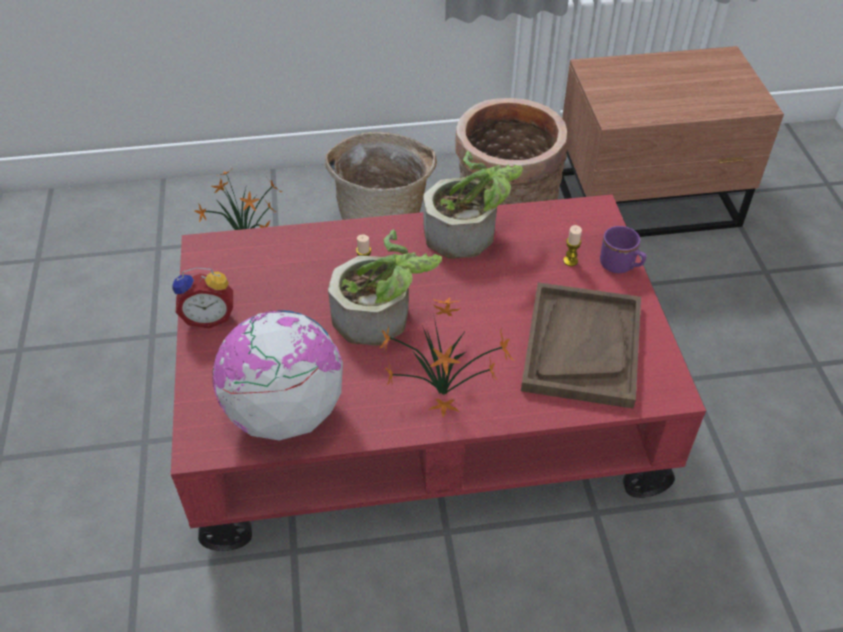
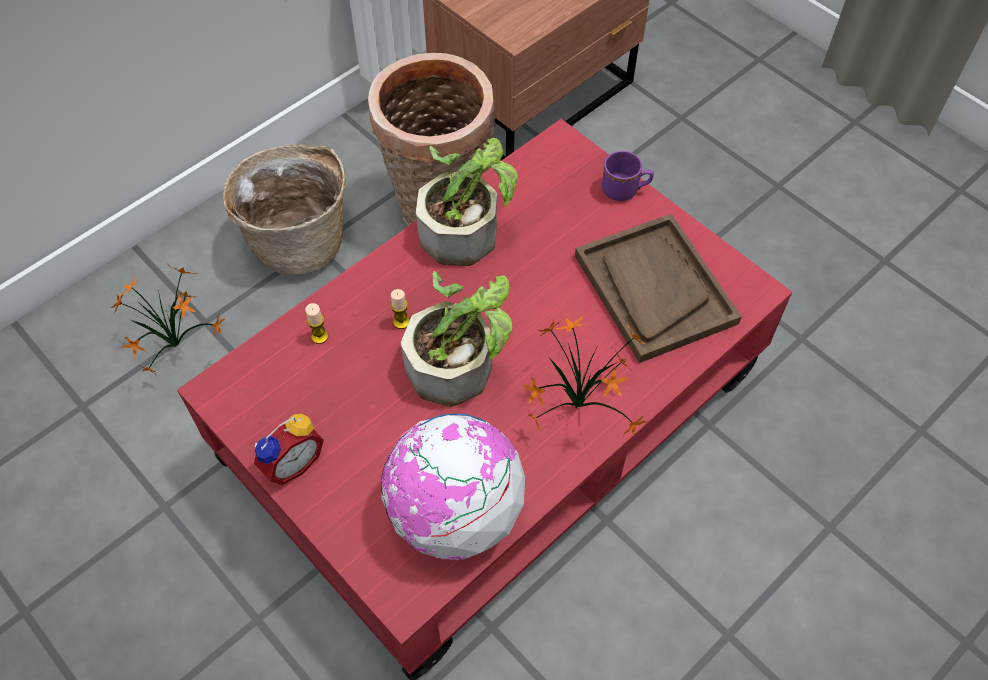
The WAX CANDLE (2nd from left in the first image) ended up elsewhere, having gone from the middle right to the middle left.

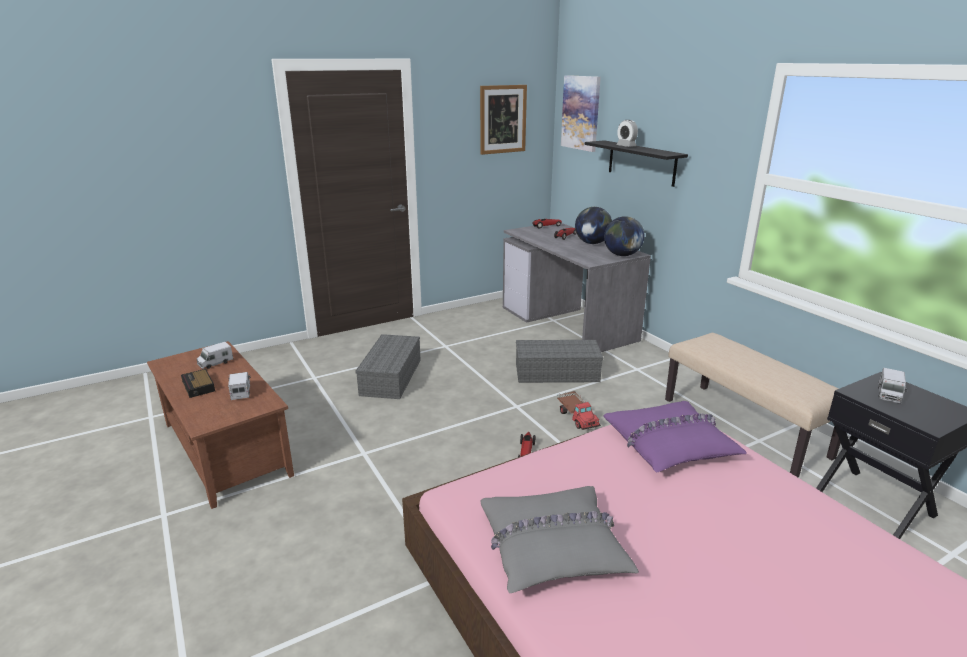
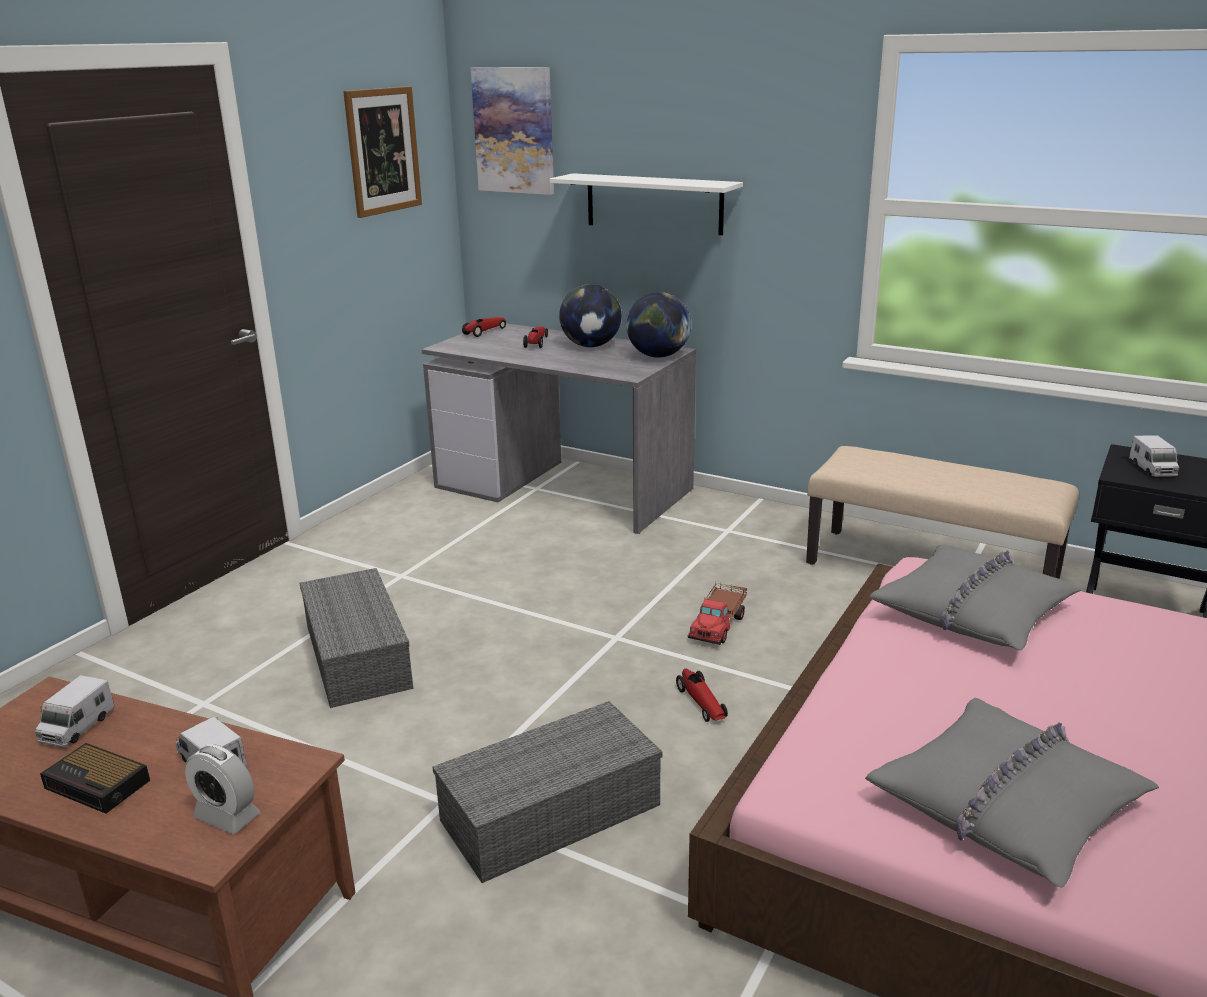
The GREY STORAGE BIN (2nd from left) ended up elsewhere, having gone from the centre to the bottom centre. The TOY LORRY (3rd from left) at the centre ended up facing another way, 75 degrees clockwise from before. What was the BLACK-COLOURED WALL SHELF at the top centre turned into the WHITE-COLOURED WALL SHELF at the top centre. What was the PURPLE CUSHION at the middle right turned into the GREY CUSHION (1st from left) at the middle right. The ALARM CLOCK (2nd from left) ended up elsewhere, having gone from the top centre to the bottom left.

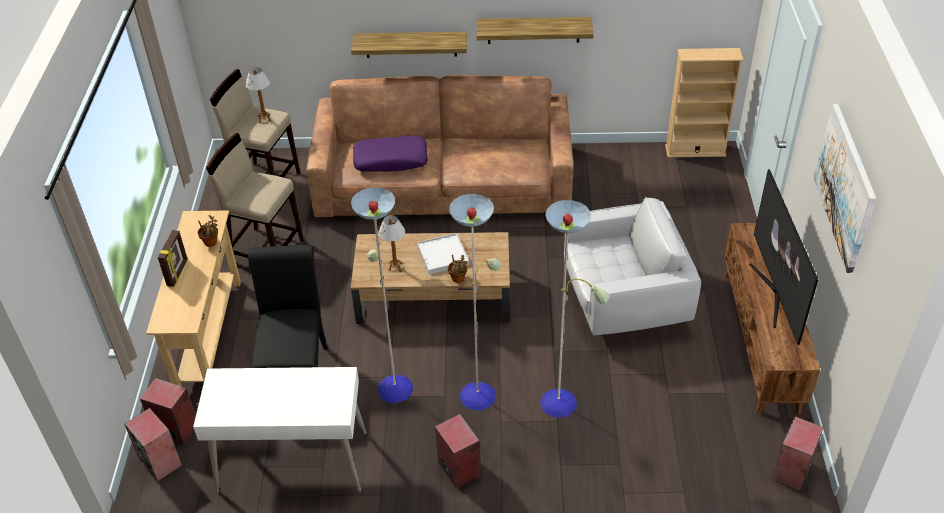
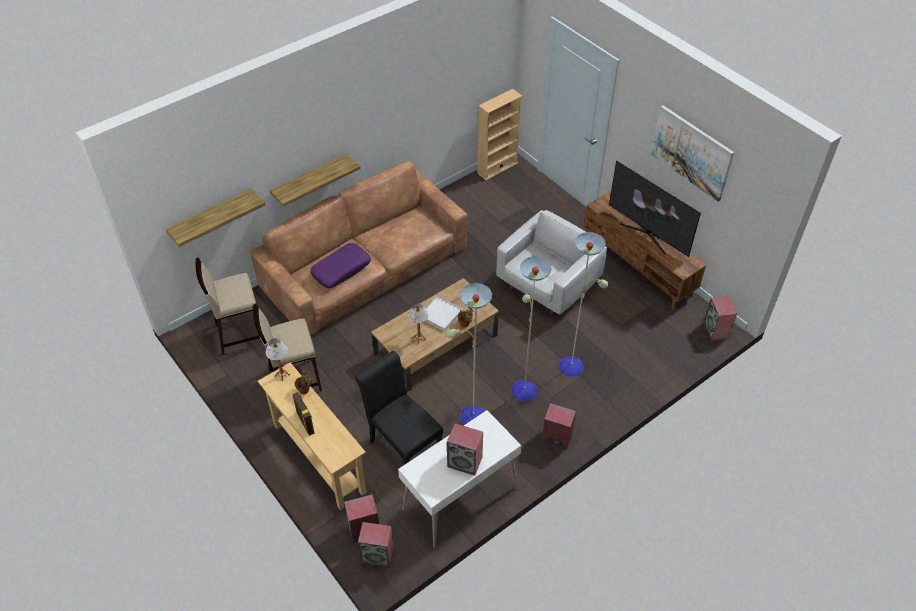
The TABLE LAMP (1st from left) ended up elsewhere, having gone from the top left to the middle left. The WALL SHELF (2nd from left in the first image) ended up elsewhere, having gone from the top centre to the middle left. The second view gained the AUDIO SPEAKER (3rd from left) at the bottom centre.

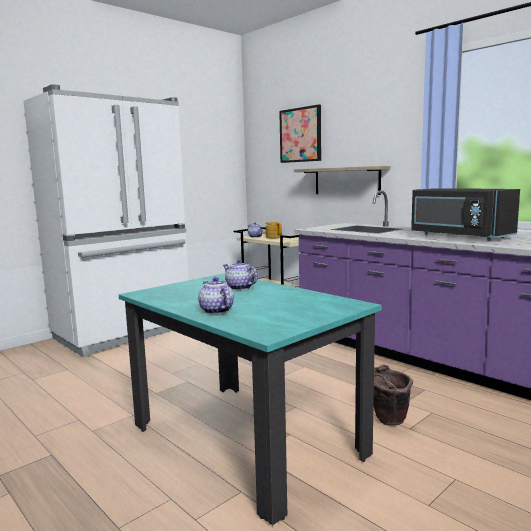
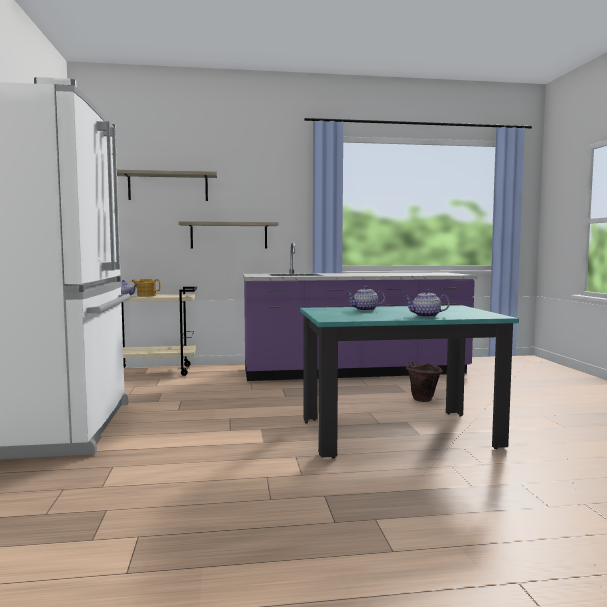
Where the WALL ART hung at the top centre, the WALL SHELF (1st from left) came to hang at the top left. The second view lost the BLACK-COLOURED MICROWAVE at the middle right.

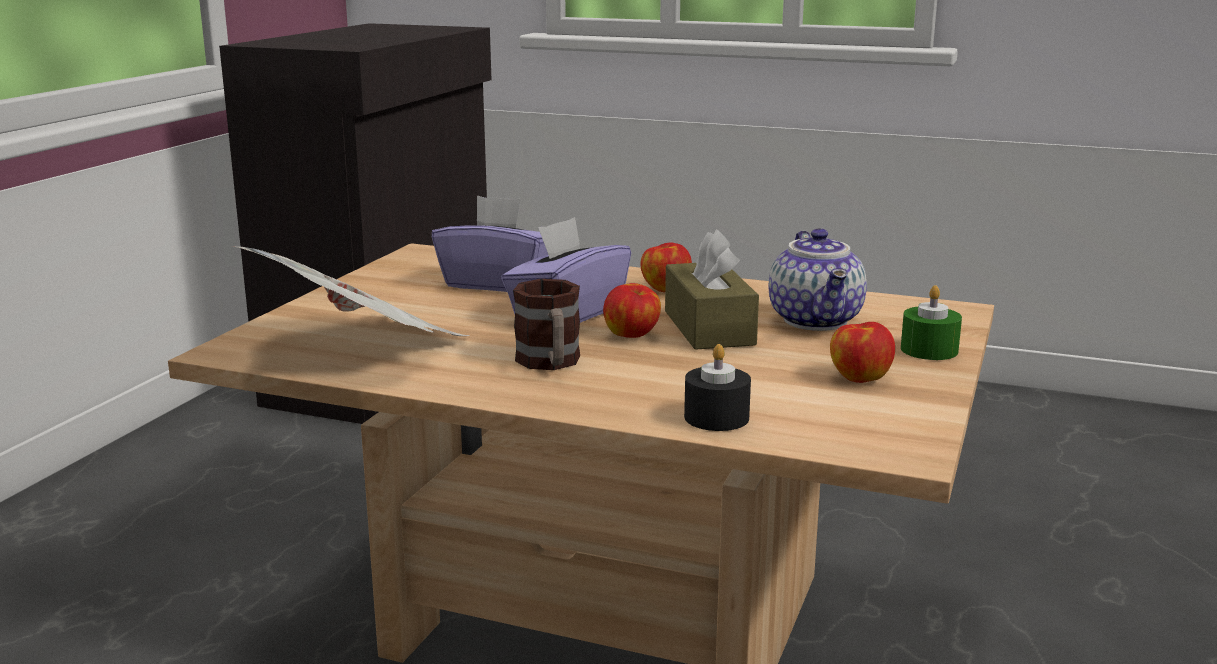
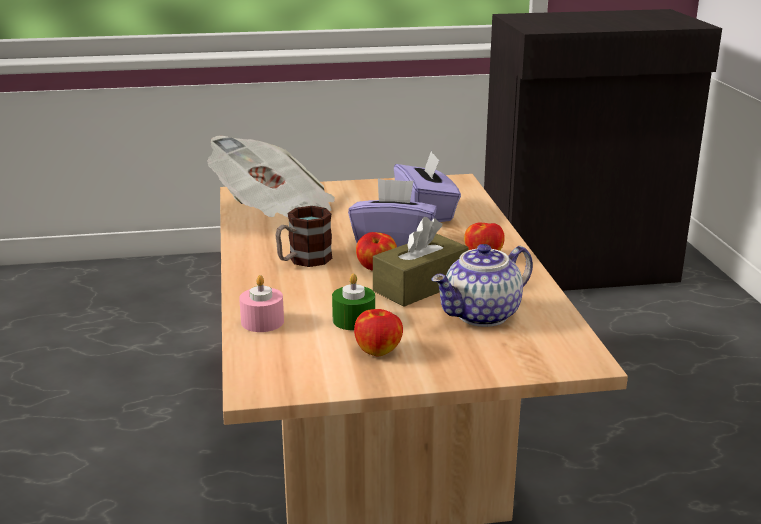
What was the BLACK-COLOURED WAX CANDLE at the centre turned into the PINK WAX CANDLE at the centre. The GREEN-COLOURED WAX CANDLE ended up elsewhere, having gone from the middle right to the centre.

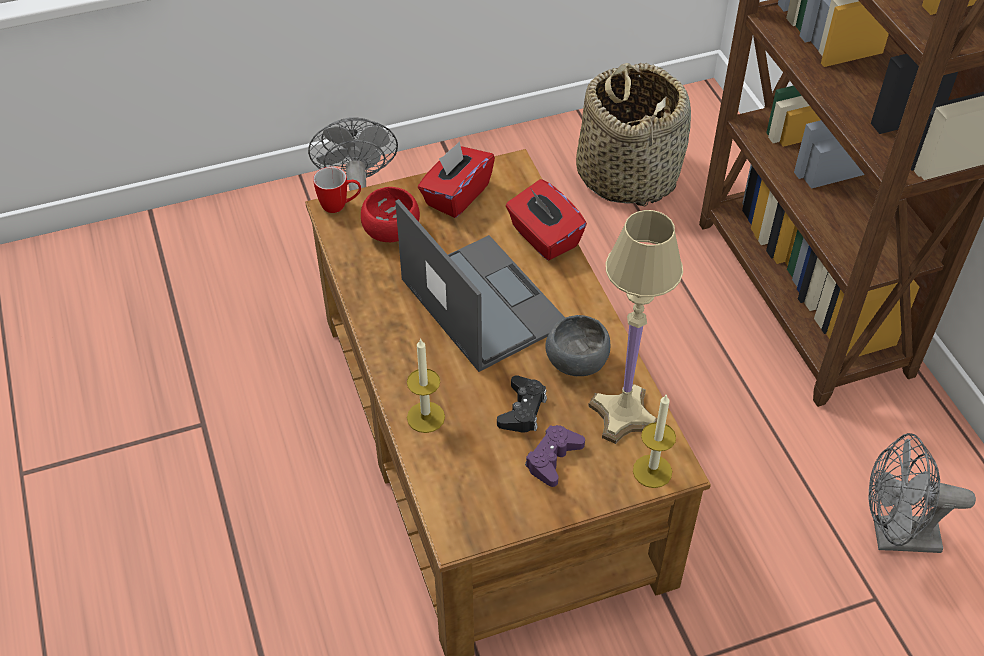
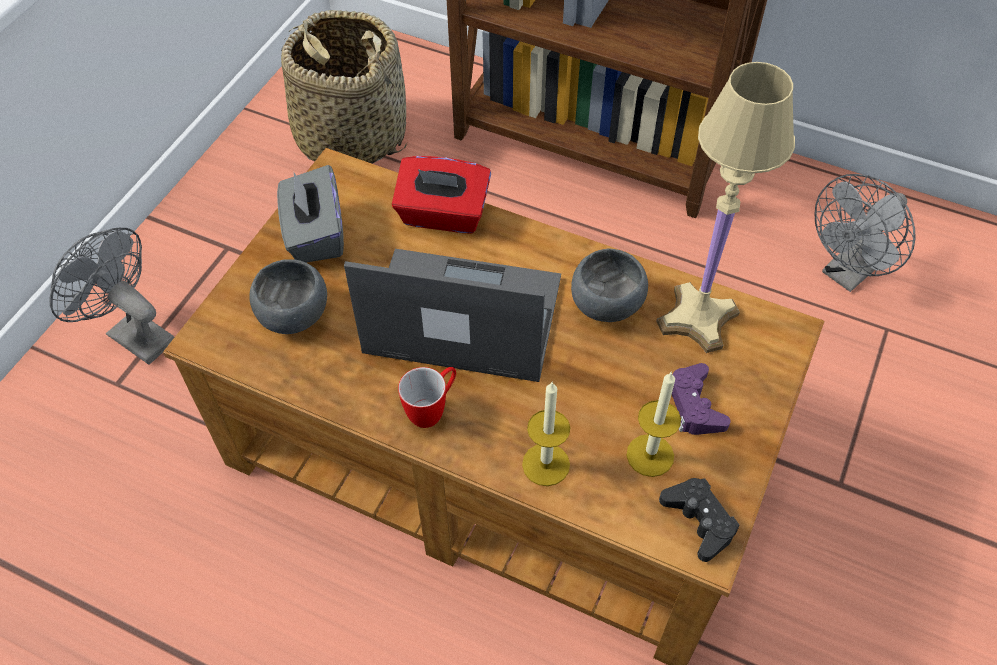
The COFFEE MUG ended up elsewhere, having gone from the top centre to the centre. What was the RED-COLOURED DEEP DISH at the top centre turned into the GREY DEEP DISH (1st from left) at the middle left. What was the RED-COLOURED TISSUE BOX (1st from left) at the top centre turned into the GREY TISSUE BOX at the top left. The BLACK-COLOURED GAME CONTROLLER ended up elsewhere, having gone from the centre to the bottom right. The WAX CANDLE (2nd from left) ended up elsewhere, having gone from the bottom centre to the centre.

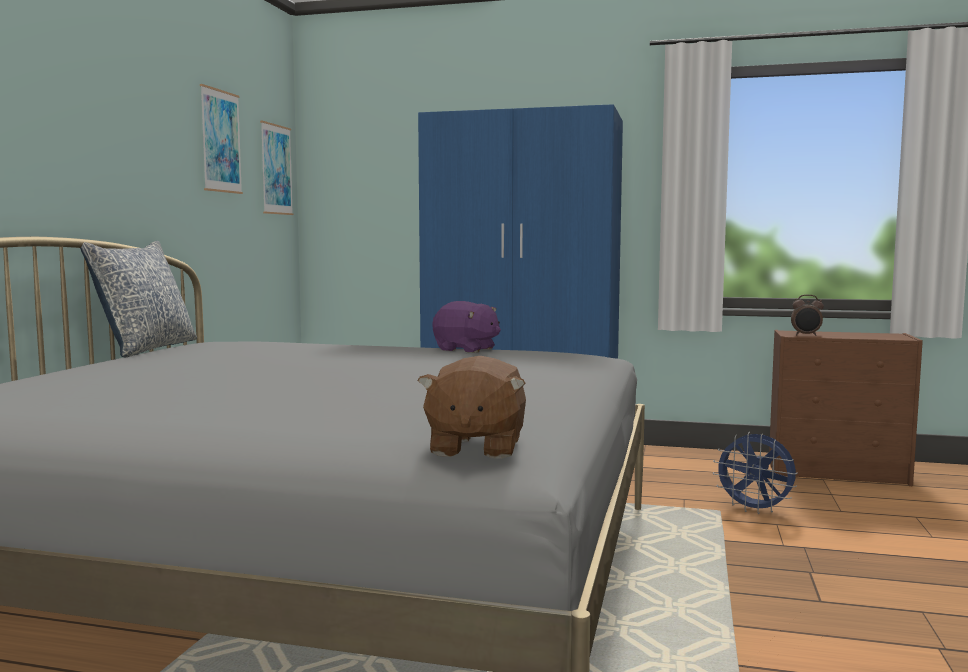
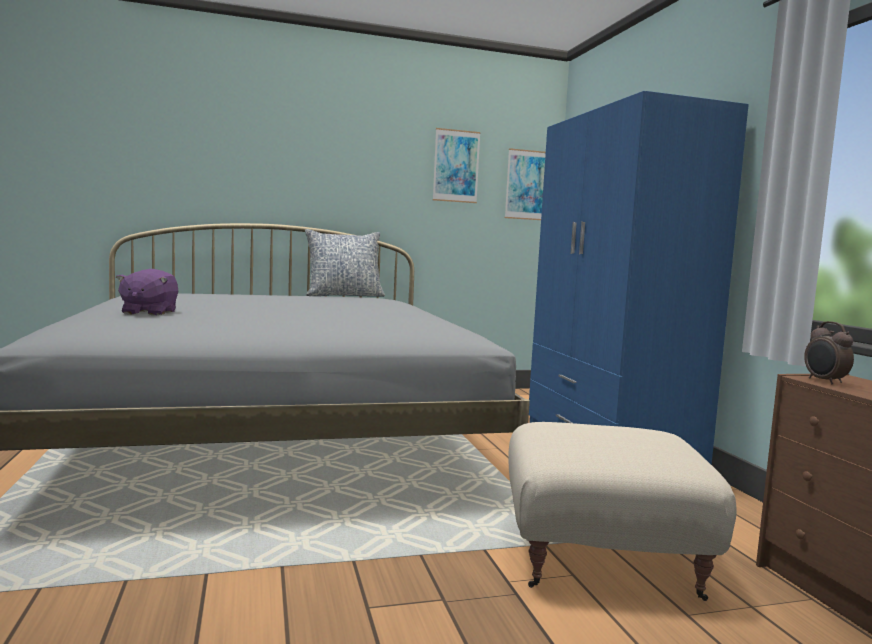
The second view lost the BROWN CUDDLY TOY at the centre. The PURPLE CUDDLY TOY ended up elsewhere, having gone from the centre to the middle left. Where the BLUE-COLOURED ELECTRIC FAN stood at the bottom right, the BEIGE FOOTREST came to stand at the bottom right.

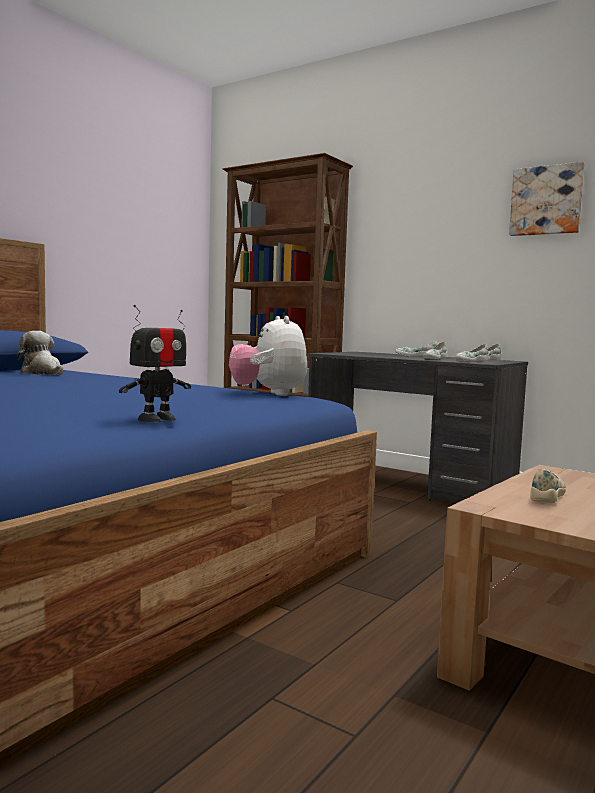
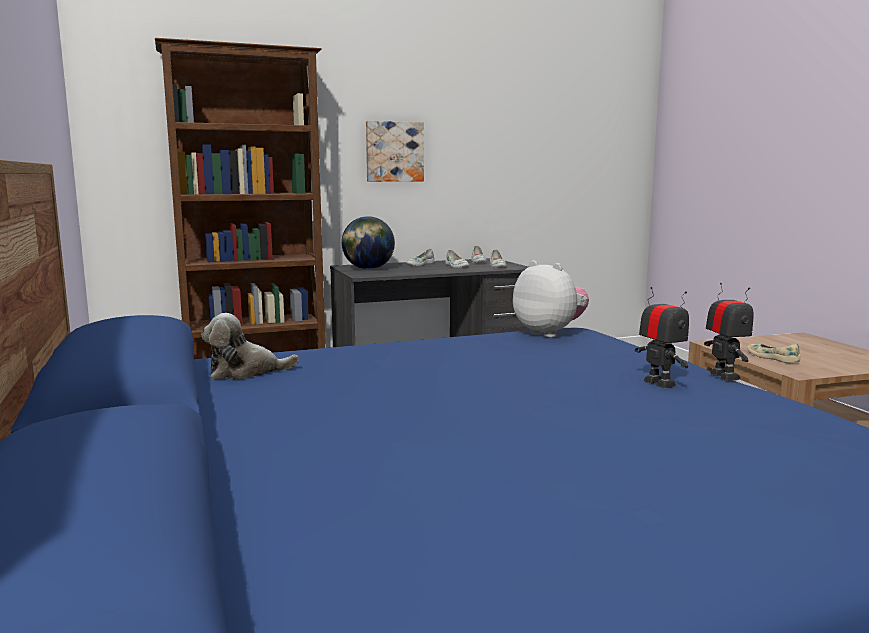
The CUDDLY TOY (2nd from left) at the centre ended up facing another way, 150 degrees counterclockwise from before. The WALL ART ended up elsewhere, having gone from the top right to the top centre. The second view gained the DESK GLOBE at the centre. The second view gained the MODEL ROBOT (1st from left) at the middle right.

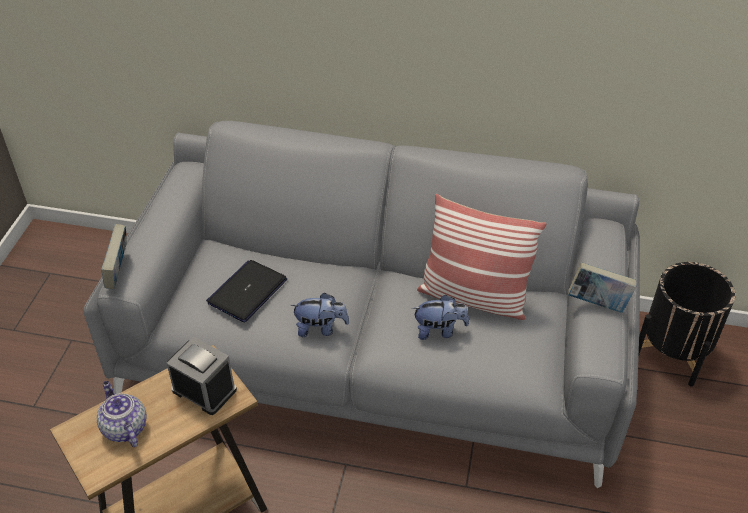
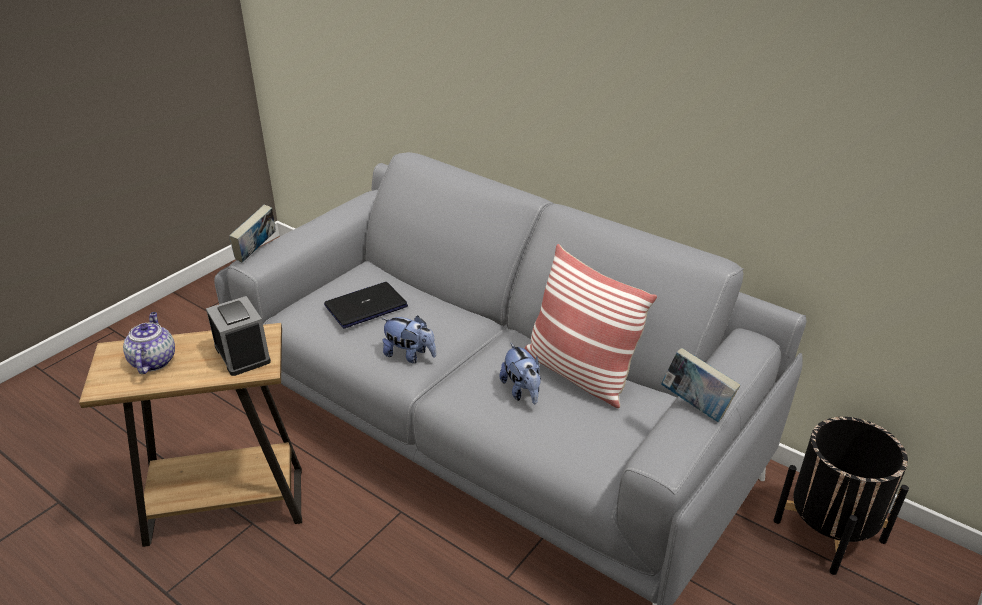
The CUDDLY TOY (2nd from left) at the centre ended up facing another way, 45 degrees clockwise from before.

